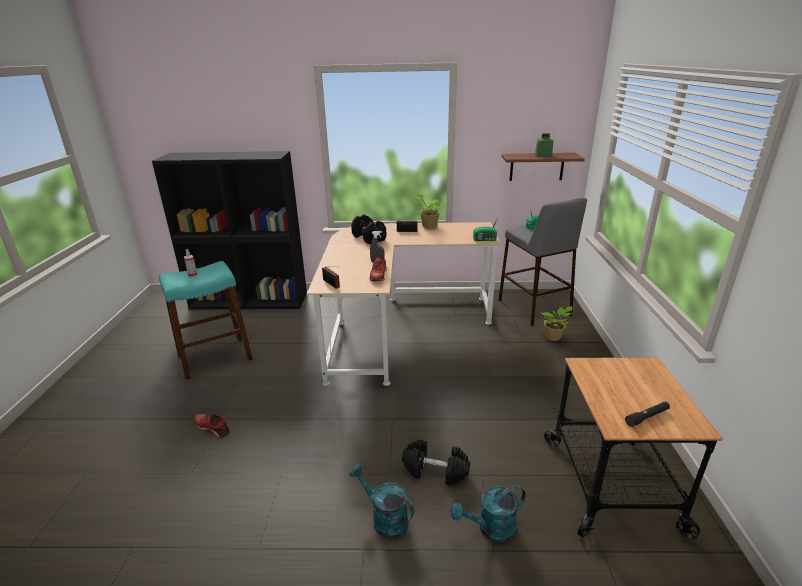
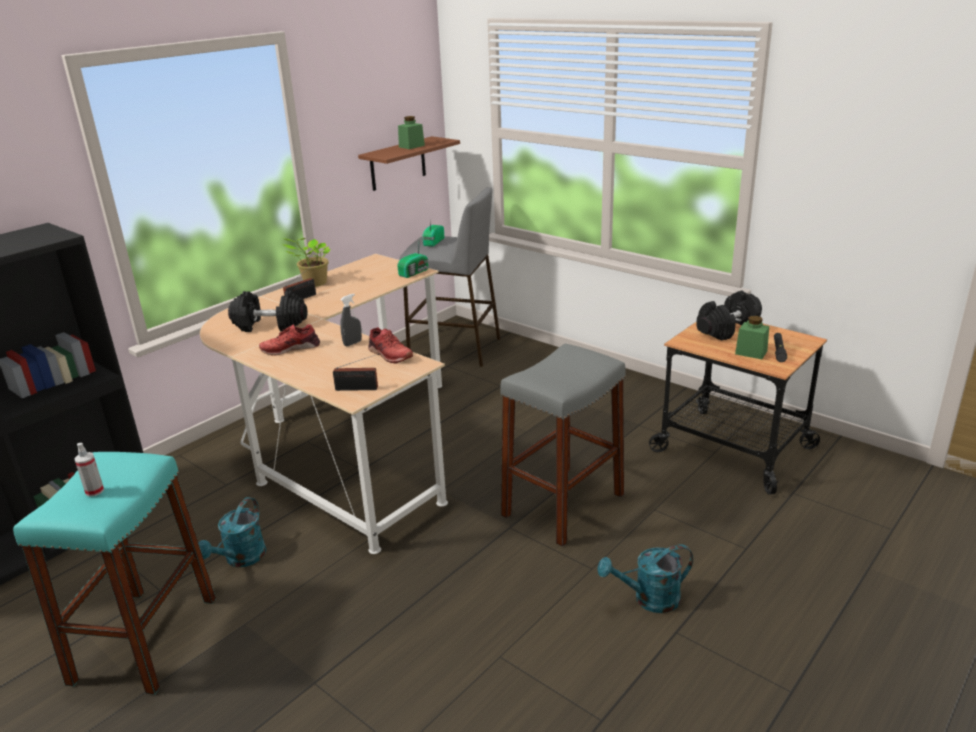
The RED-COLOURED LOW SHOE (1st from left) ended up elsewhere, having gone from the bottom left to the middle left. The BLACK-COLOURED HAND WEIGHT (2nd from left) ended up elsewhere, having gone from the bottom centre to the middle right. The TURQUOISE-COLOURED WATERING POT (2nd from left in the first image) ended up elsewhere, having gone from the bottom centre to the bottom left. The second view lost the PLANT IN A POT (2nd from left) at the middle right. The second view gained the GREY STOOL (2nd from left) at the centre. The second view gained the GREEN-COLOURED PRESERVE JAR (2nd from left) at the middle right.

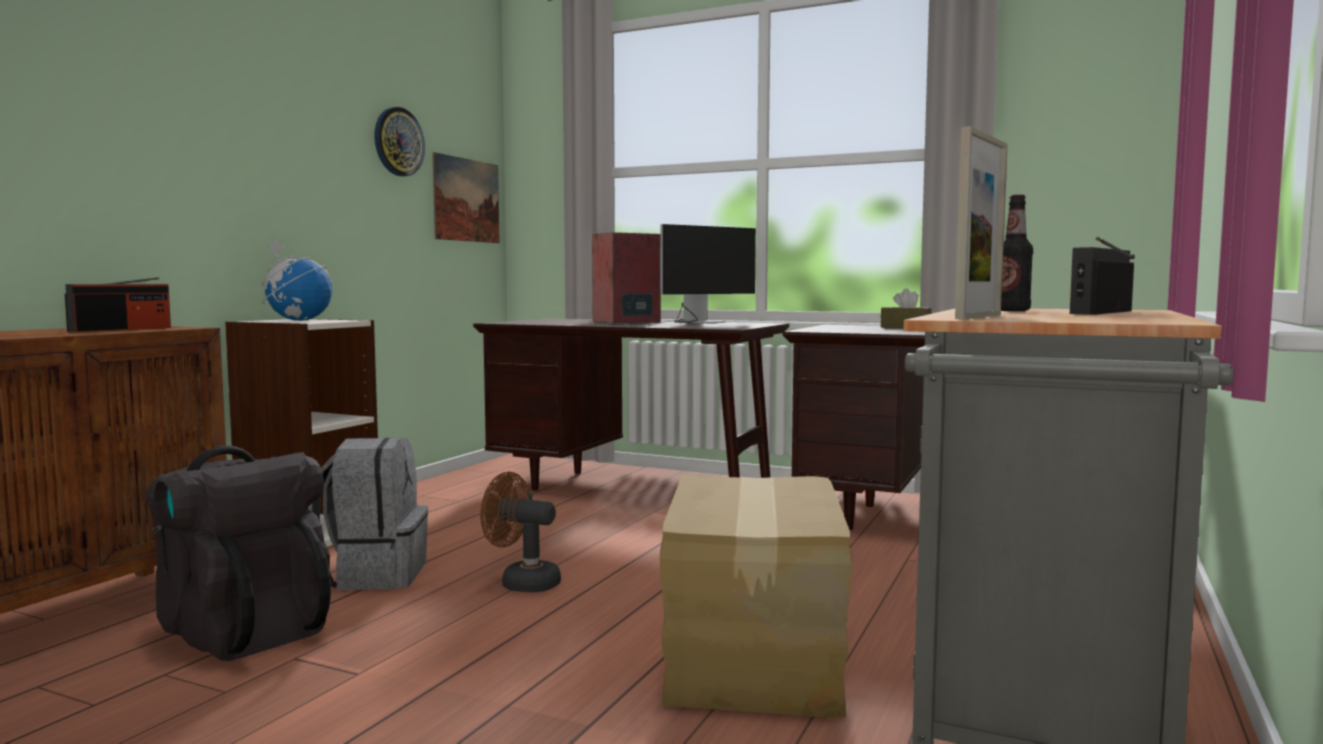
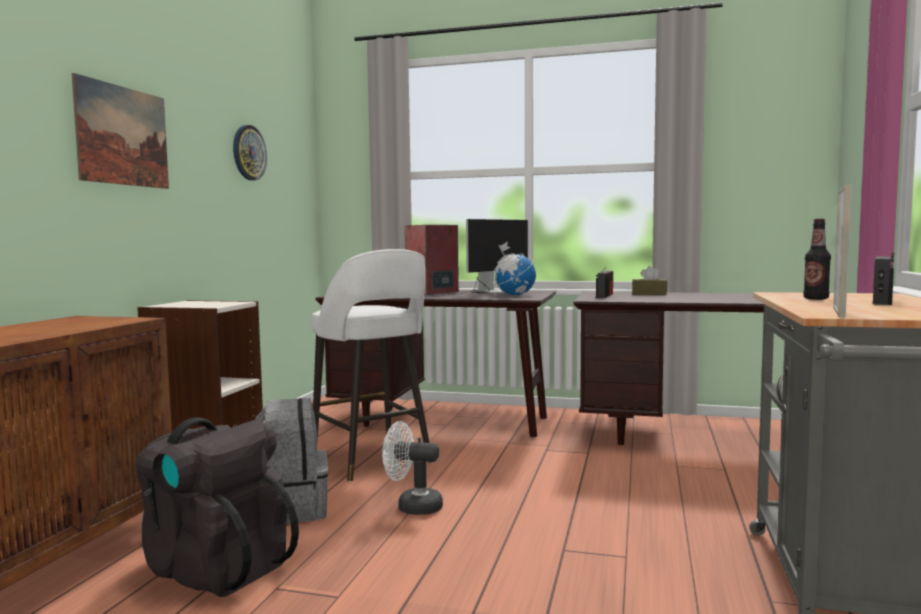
The RADIO SET (1st from left) ended up elsewhere, having gone from the middle left to the centre. The DESK GLOBE ended up elsewhere, having gone from the middle left to the centre. The WALL ART ended up elsewhere, having gone from the top centre to the top left. What was the BROWN ELECTRIC FAN at the bottom centre turned into the WHITE-COLOURED ELECTRIC FAN at the bottom centre. The second view lost the CARTON at the bottom centre. The second view gained the WHITE-COLOURED STOOL at the centre.

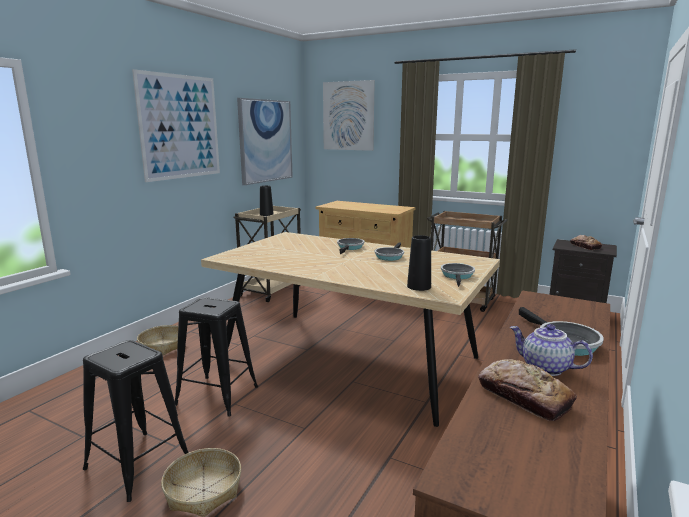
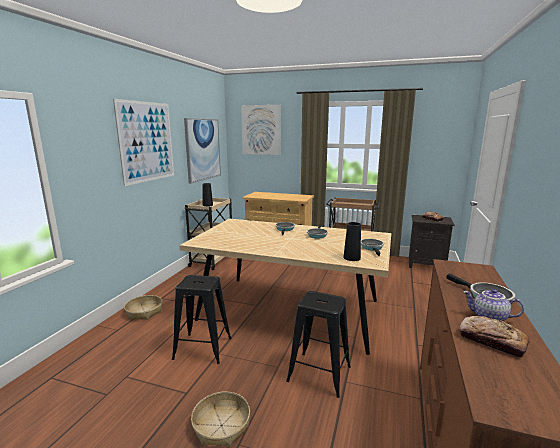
The BLACK-COLOURED STOOL (1st from left in the first image) ended up elsewhere, having gone from the bottom left to the bottom centre.

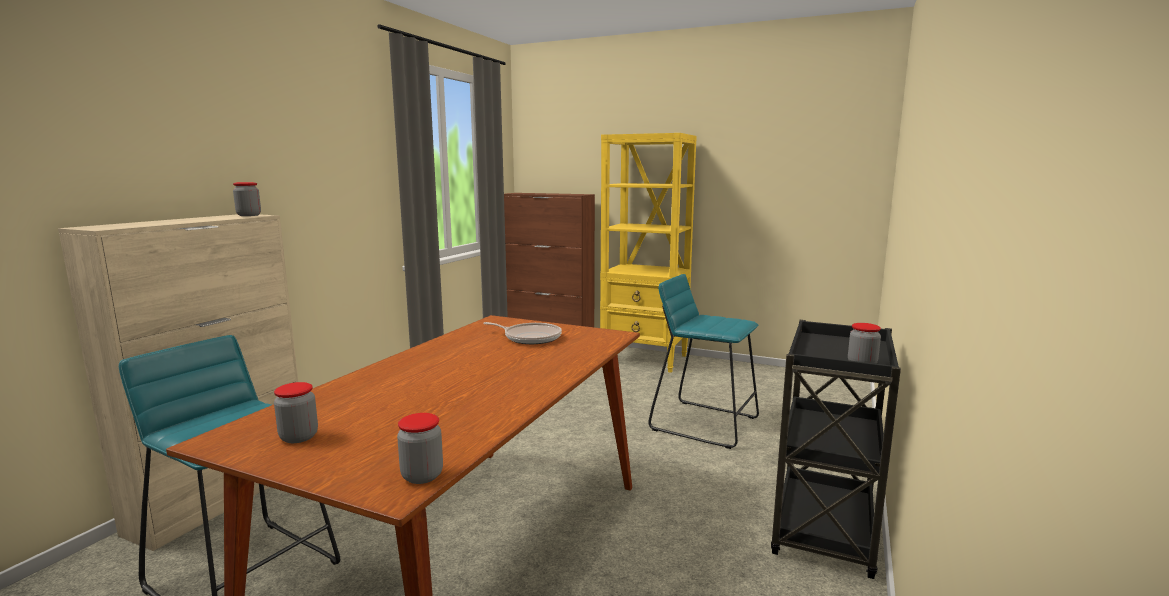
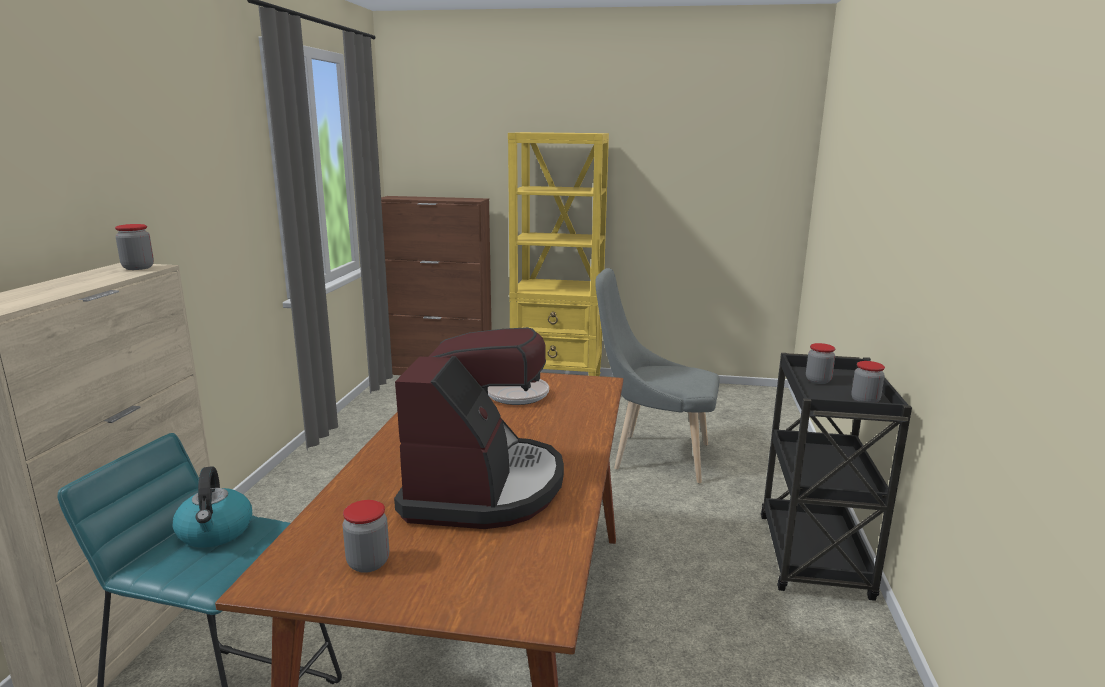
The PRESERVE JAR (3rd from left) ended up elsewhere, having gone from the bottom centre to the middle right. Where the TURQUOISE-COLOURED STOOL (2nd from left) stood at the centre, the GREY CHAIR came to stand at the centre. The second view gained the WATER KETTLE at the bottom left. The second view gained the COFFEE BREWER at the centre.

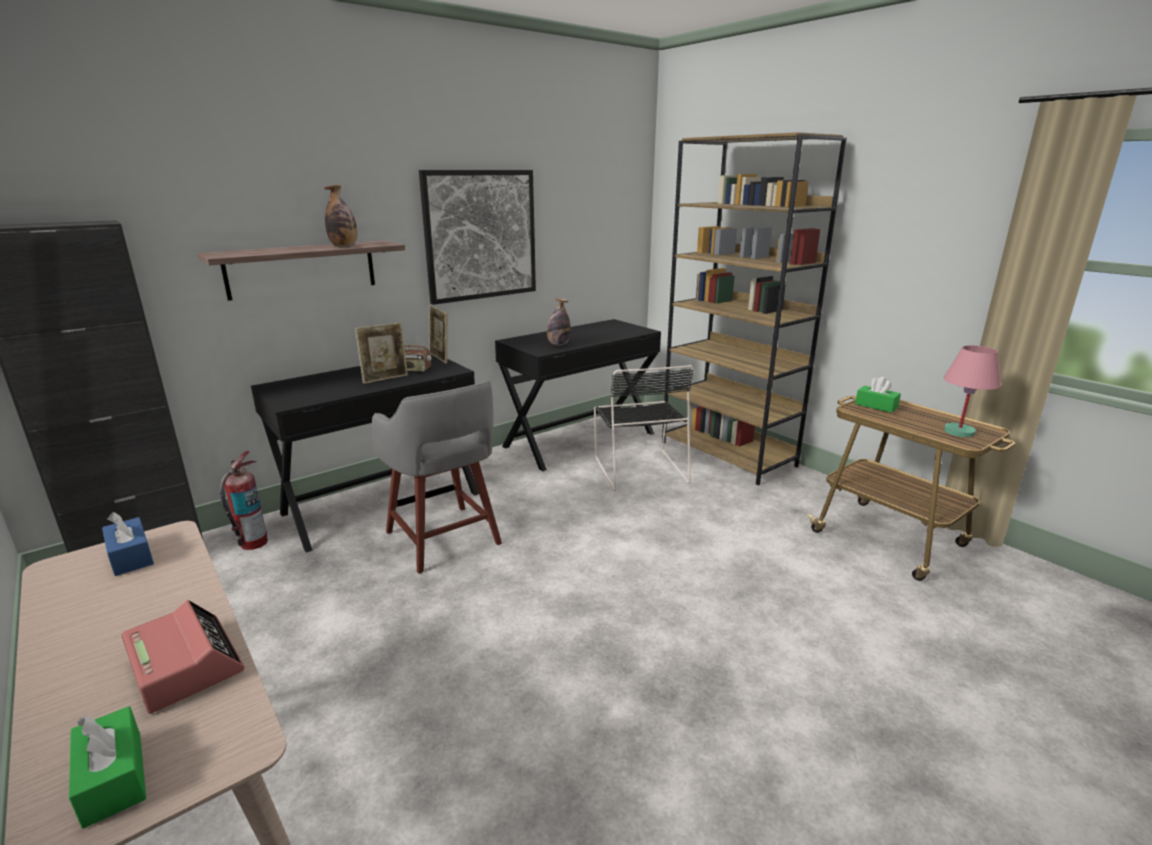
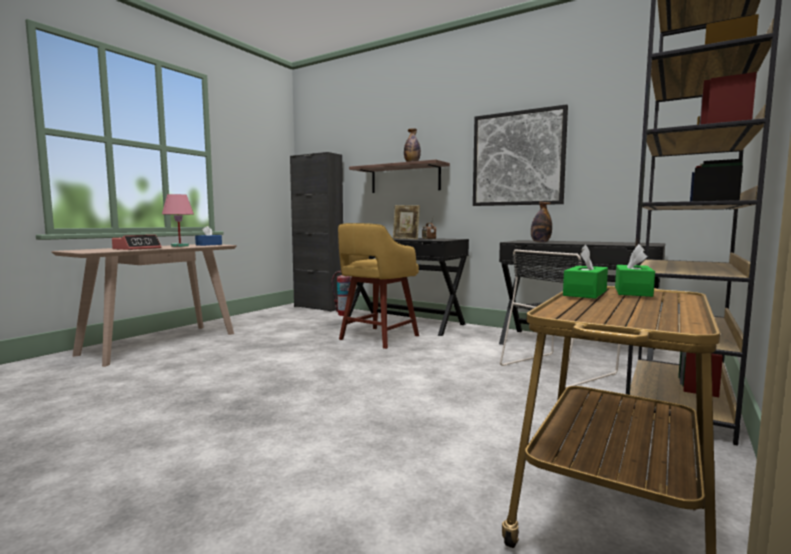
The GREEN-COLOURED TISSUE BOX (1st from left) ended up elsewhere, having gone from the bottom left to the middle right. What was the GREY STOOL at the centre turned into the YELLOW STOOL at the centre. The second view lost the PICTURE FRAME (2nd from left) at the centre. The PINK TABLE LAMP ended up elsewhere, having gone from the middle right to the middle left.

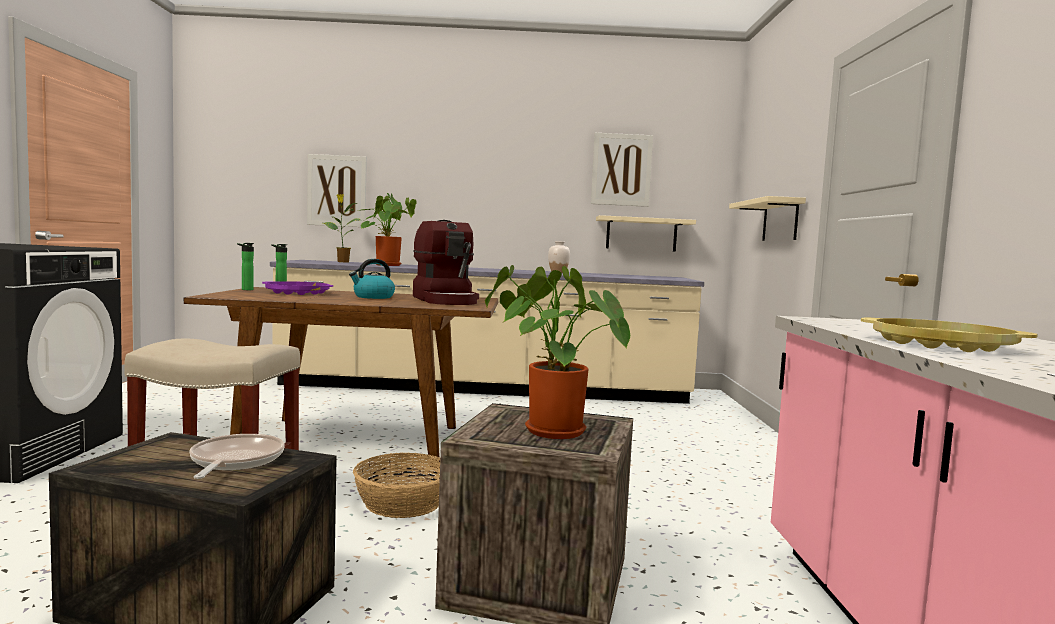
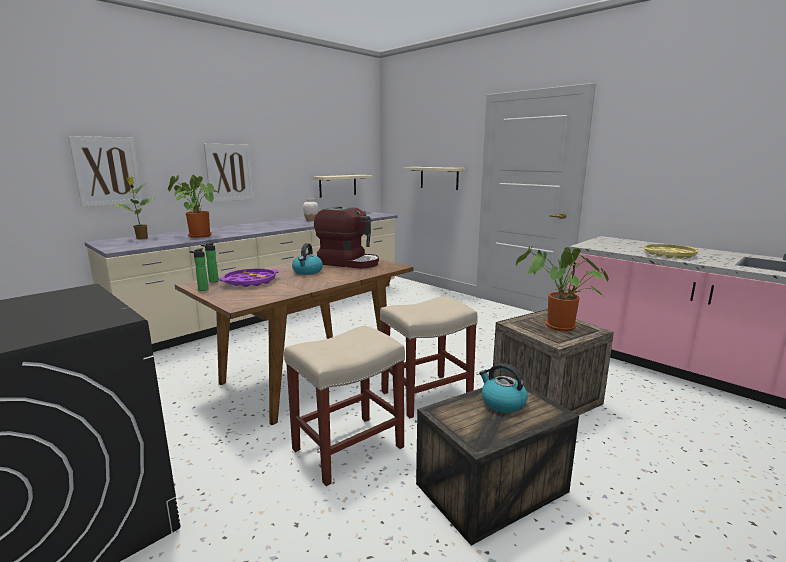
Where the SKILLET stood at the bottom left, the WATER KETTLE (2nd from left) came to stand at the bottom centre. Where the BASKET stood at the bottom centre, the BEIGE STOOL (2nd from left) came to stand at the centre. The WALL ART (2nd from left) ended up elsewhere, having gone from the top centre to the top left.

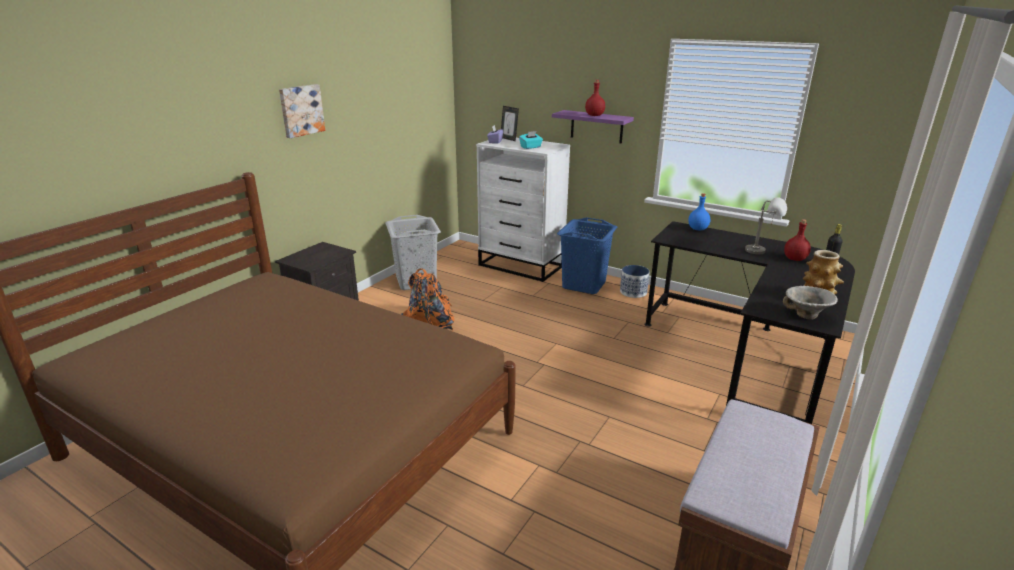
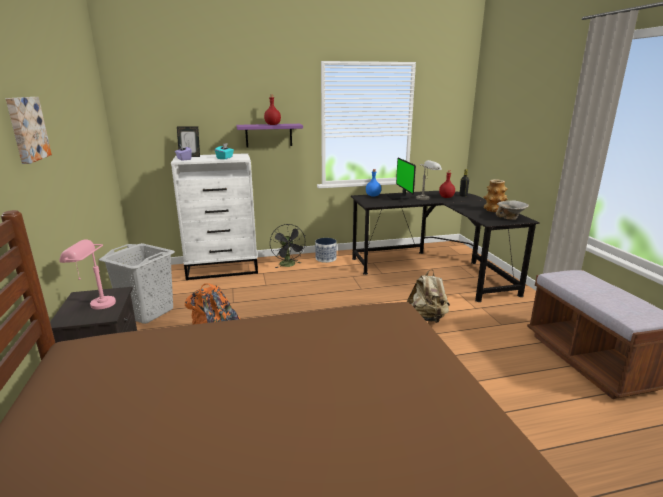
Where the BLUE-COLOURED HAMPER stood at the centre, the BLACK-COLOURED ELECTRIC FAN came to stand at the centre. The second view gained the PINK TABLE LAMP at the middle left. The second view gained the MONITOR at the centre. The second view gained the BEIGE BACKPACK at the centre.

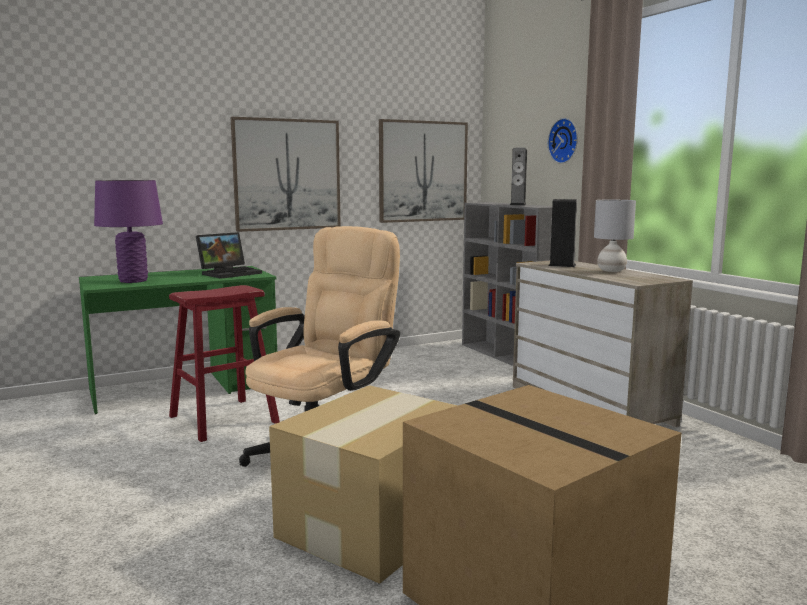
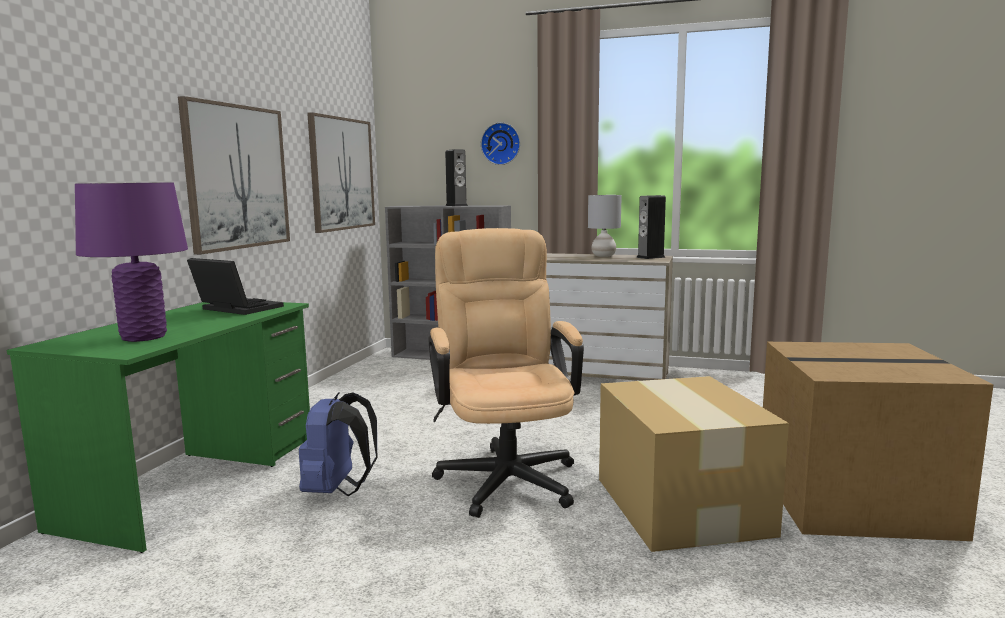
Where the RED-COLOURED STOOL stood at the middle left, the BLUE-COLOURED BACKPACK came to stand at the bottom centre. The LAPTOP at the middle left ended up facing another way, 60 degrees counterclockwise from before. The AUDIO SPEAKER (2nd from left) ended up elsewhere, having gone from the middle right to the centre.

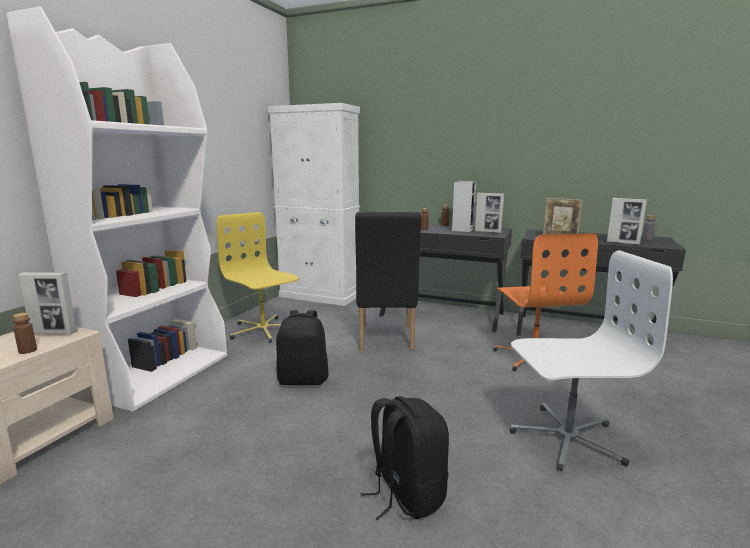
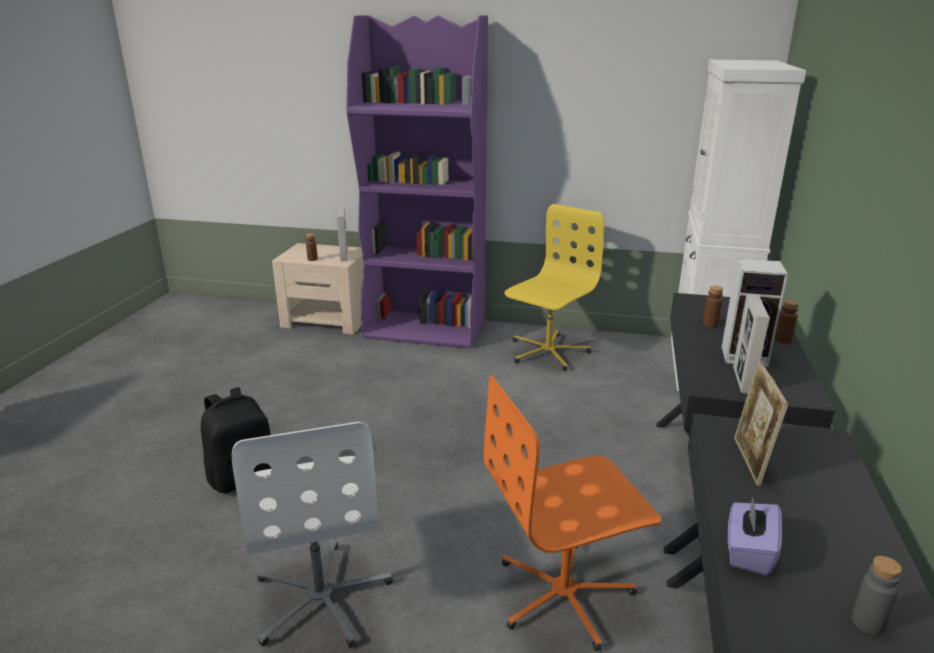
What was the WHITE-COLOURED BOOKSHELF at the middle left turned into the PURPLE BOOKSHELF at the top centre. The second view lost the BLACK-COLOURED BACKPACK (1st from left) at the centre. The second view lost the BLACK-COLOURED CHAIR at the centre. Where the PICTURE FRAME (4th from left) stood at the middle right, the PURPLE TISSUE BOX came to stand at the bottom right.

